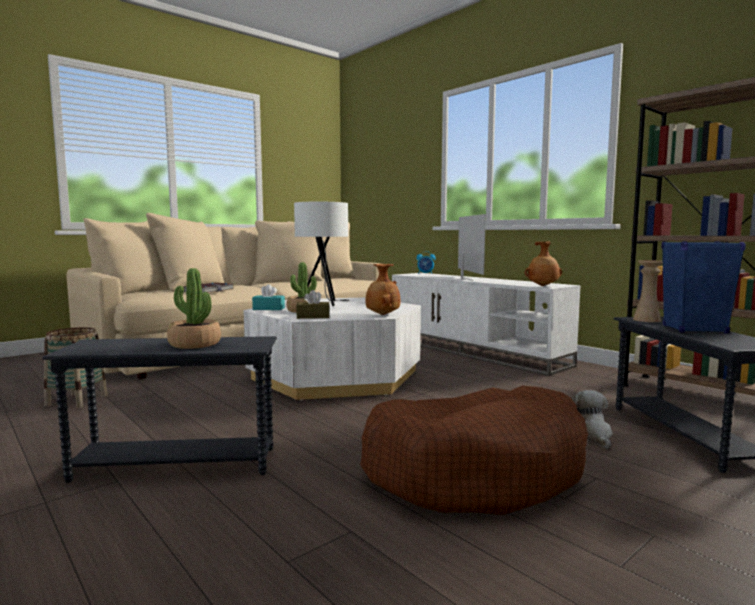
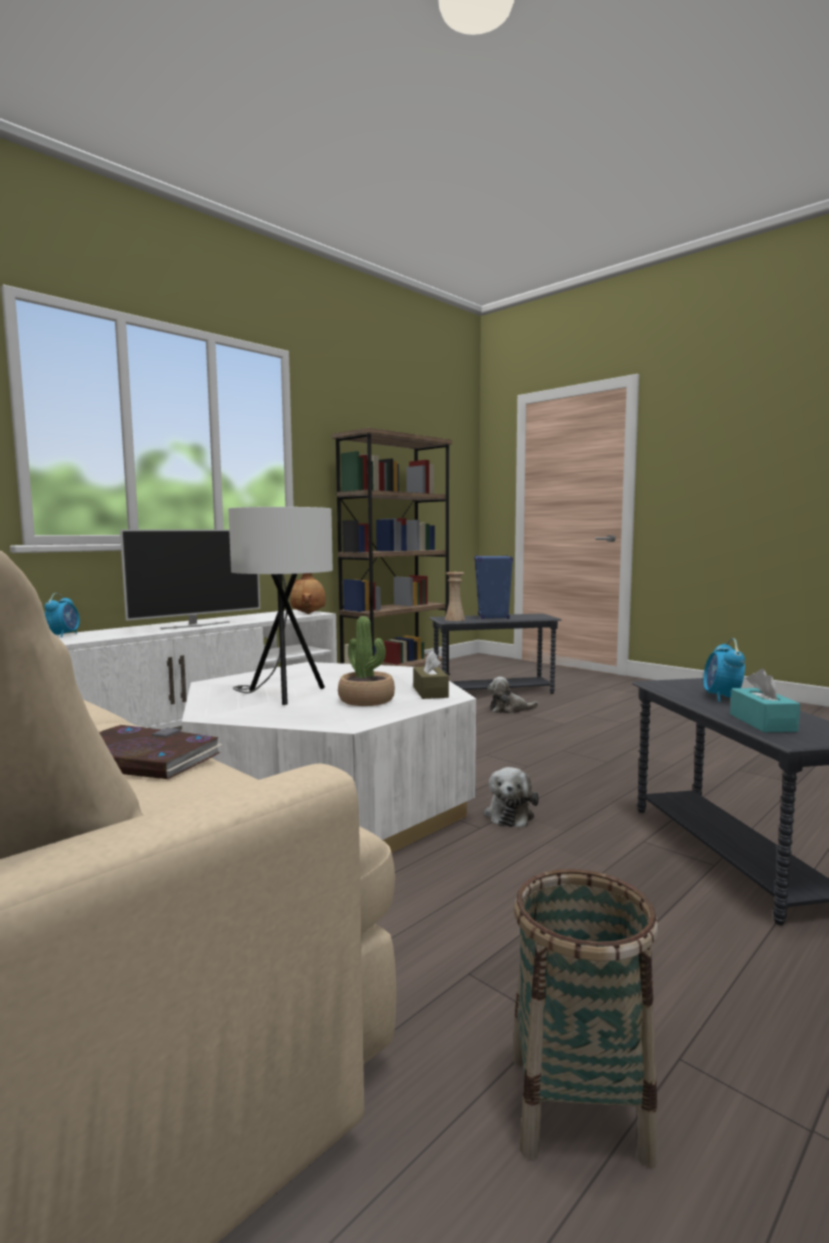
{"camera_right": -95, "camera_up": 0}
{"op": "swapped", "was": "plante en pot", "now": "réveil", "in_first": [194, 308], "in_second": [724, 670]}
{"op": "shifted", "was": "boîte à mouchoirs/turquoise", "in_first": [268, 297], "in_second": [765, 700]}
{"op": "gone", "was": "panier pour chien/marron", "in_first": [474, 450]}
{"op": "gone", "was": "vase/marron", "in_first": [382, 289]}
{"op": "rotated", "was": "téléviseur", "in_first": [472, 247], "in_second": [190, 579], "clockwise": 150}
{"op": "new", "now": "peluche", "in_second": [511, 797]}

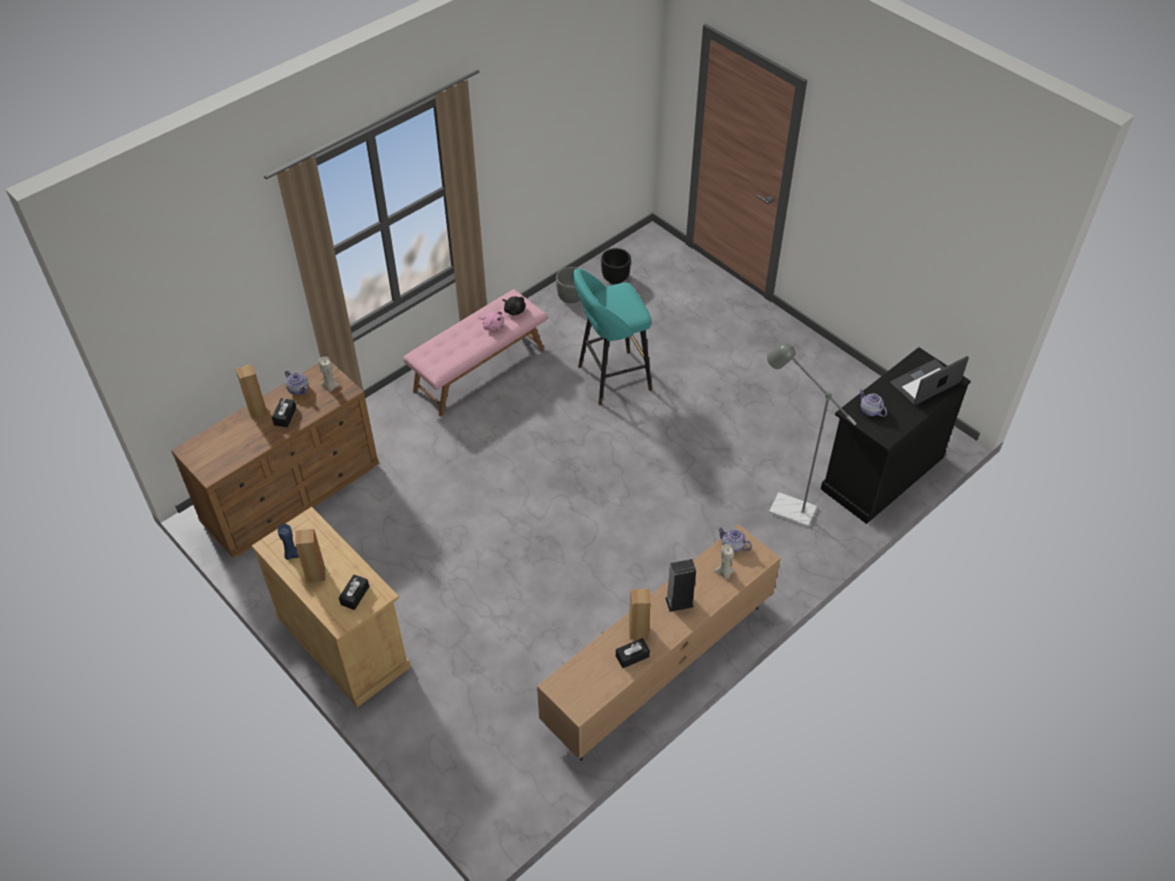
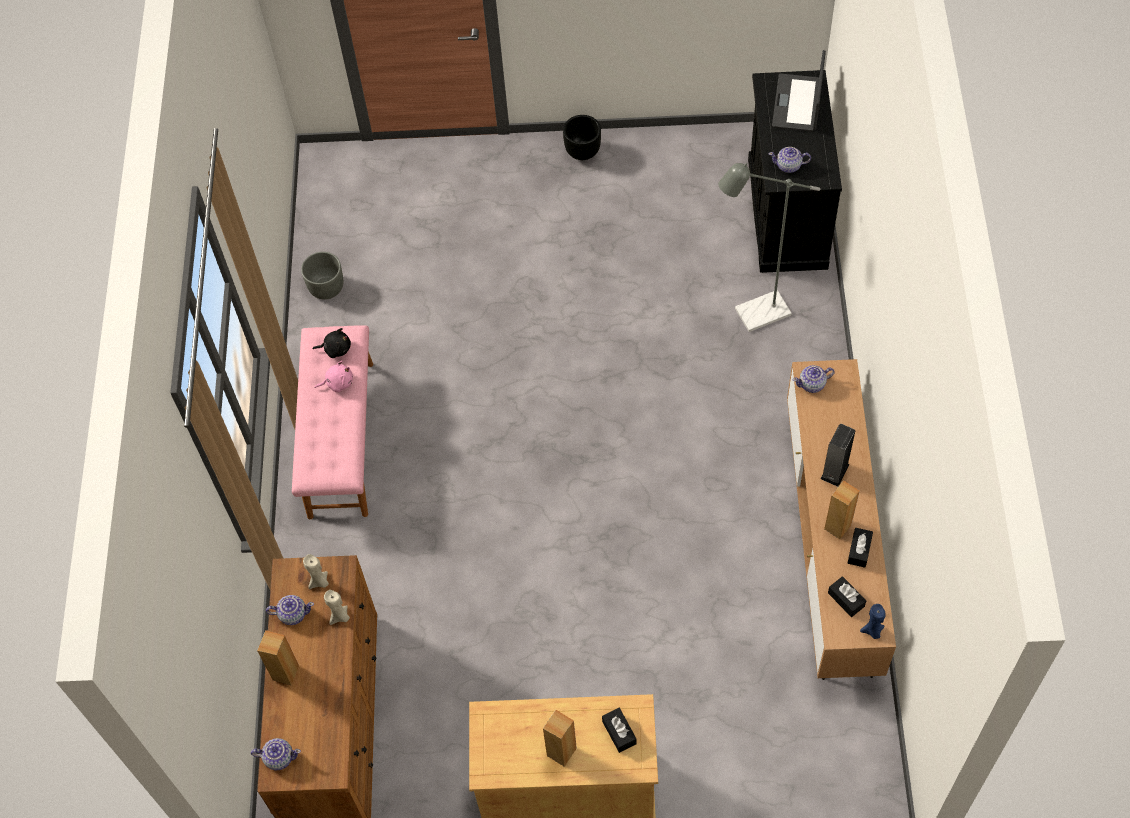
{"camera_right": -45, "camera_up": 10}
{"op": "shifted", "was": "boîte à mouchoirs/noir", "in_first": [284, 412], "in_second": [847, 596]}
{"op": "shifted", "was": "bougie/bleu", "in_first": [288, 542], "in_second": [873, 621]}
{"op": "gone", "was": "tabouret/turquoise", "in_first": [612, 337]}
{"op": "shifted", "was": "cache-pot/noir", "in_first": [616, 266], "in_second": [582, 137]}
{"op": "shifted", "was": "bougie/beige", "in_first": [724, 561], "in_second": [337, 607]}
{"op": "new", "now": "théière", "in_second": [276, 754]}

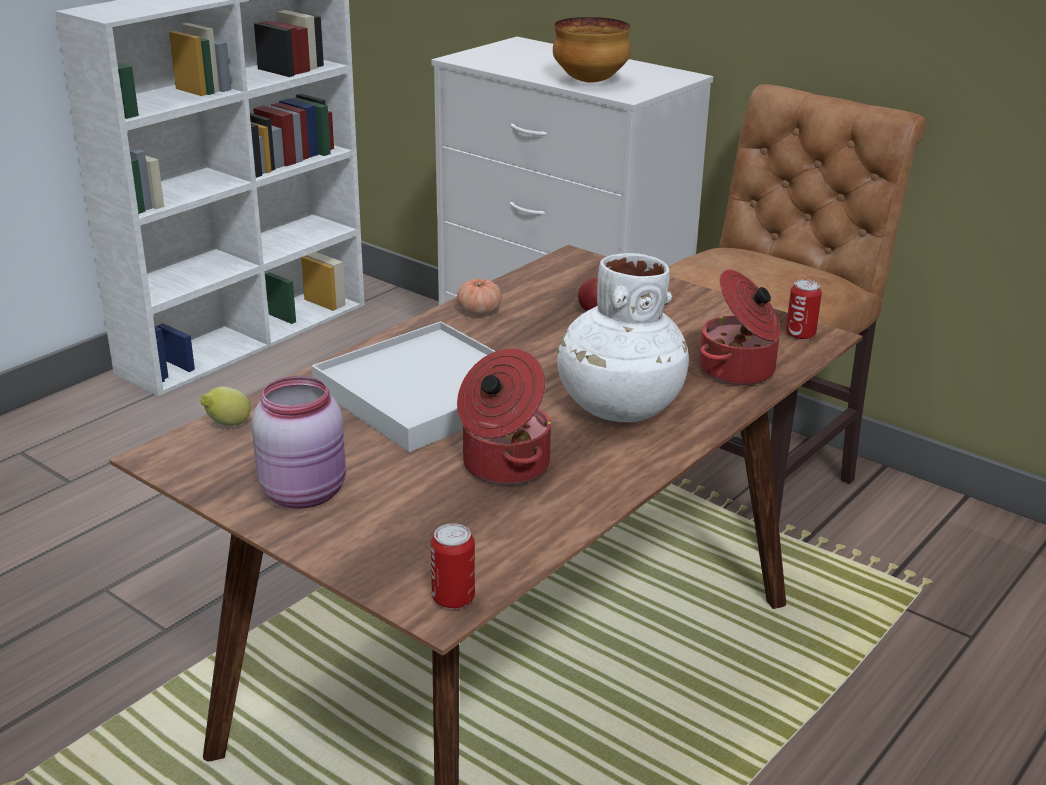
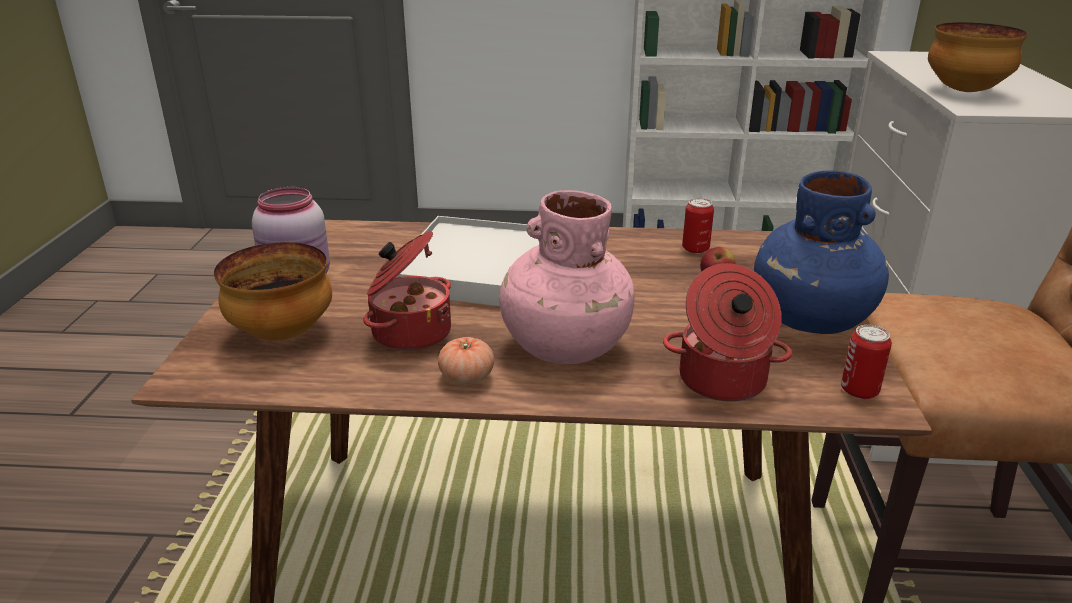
{"camera_right": 55, "camera_up": 0}
{"op": "gone", "was": "citron", "in_first": [225, 406]}
{"op": "shifted", "was": "boîte métallique", "in_first": [453, 566], "in_second": [698, 226]}
{"op": "shifted", "was": "tomate", "in_first": [479, 297], "in_second": [466, 360]}
{"op": "repainted", "was": "vase/blanc", "now": "vase/rose", "in_first": [623, 337], "in_second": [567, 277]}
{"op": "new", "now": "bol", "in_second": [273, 291]}
{"op": "new", "now": "vase/bleu", "in_second": [821, 252]}

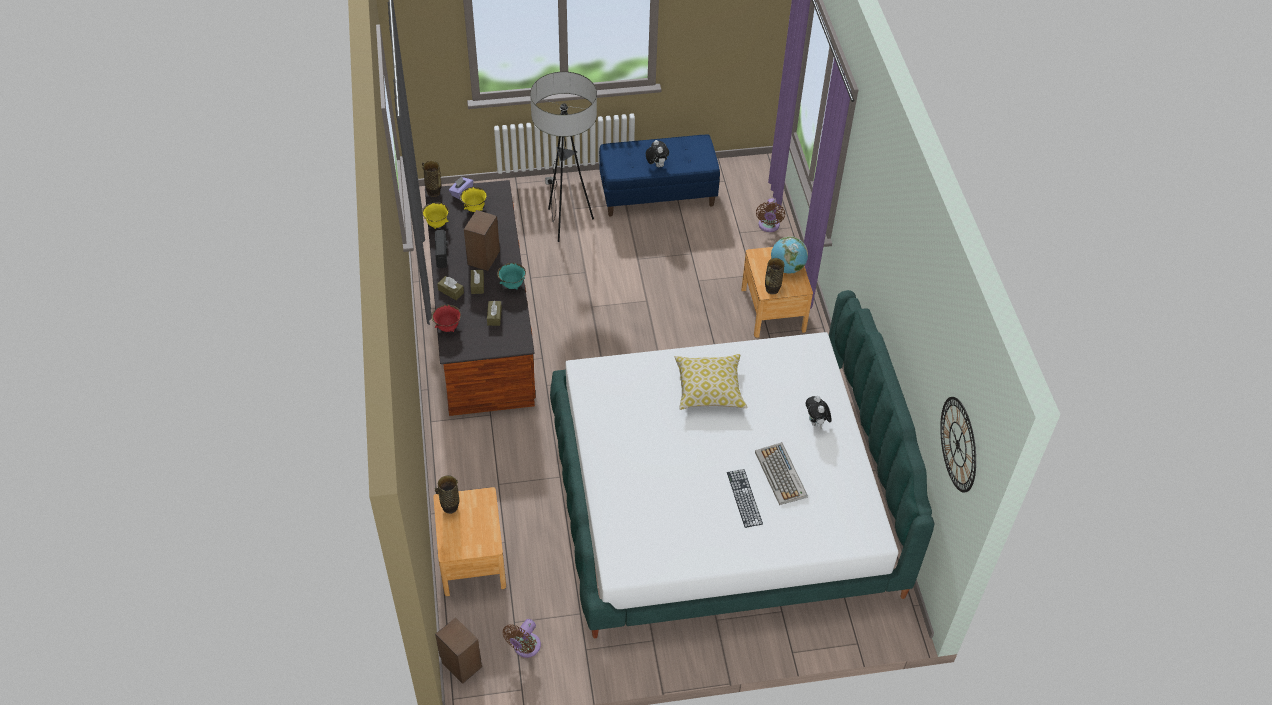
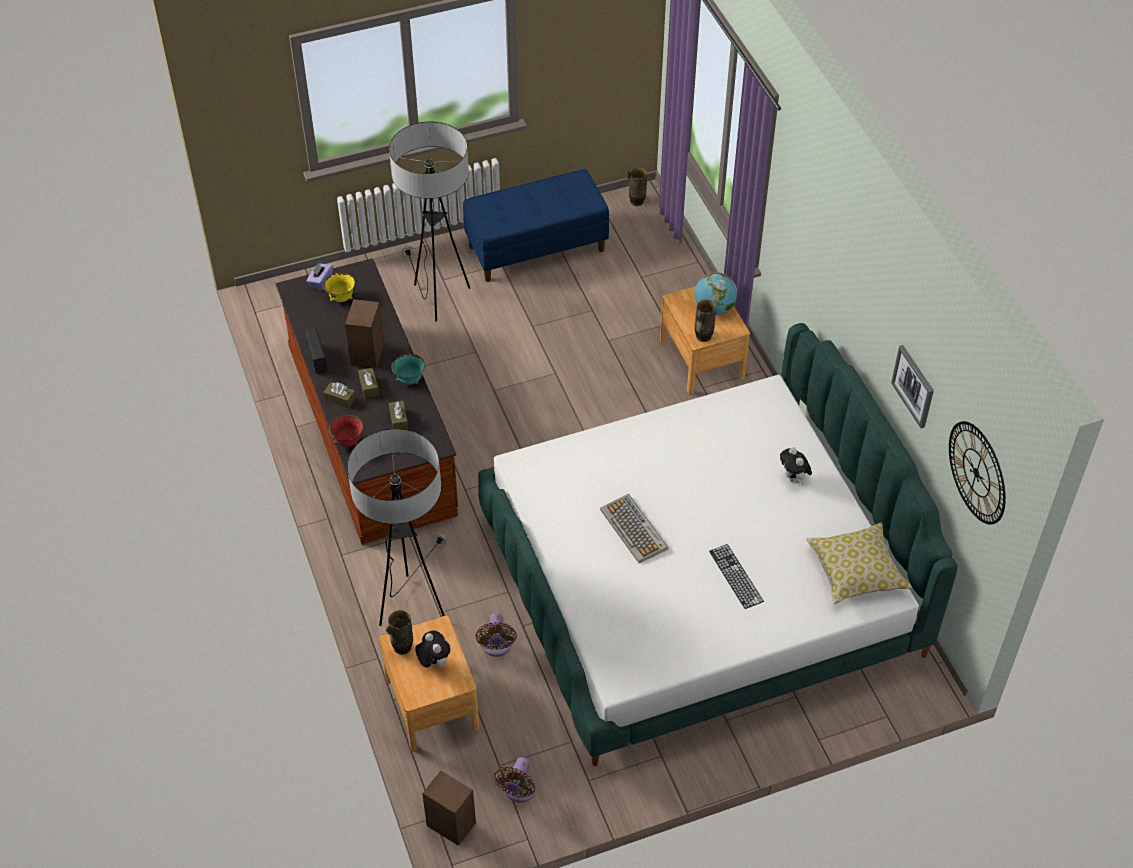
{"camera_right": -10, "camera_up": 0}
{"op": "shifted", "was": "vase", "in_first": [431, 179], "in_second": [638, 187]}
{"op": "gone", "was": "bol/jaune", "in_first": [435, 215]}
{"op": "shifted", "was": "peluche", "in_first": [657, 153], "in_second": [433, 649]}
{"op": "shifted", "was": "coussin", "in_first": [711, 382], "in_second": [859, 563]}
{"op": "shifted", "was": "clavier", "in_first": [781, 473], "in_second": [634, 528]}
{"op": "shifted", "was": "ventilateur/marron", "in_first": [770, 215], "in_second": [496, 634]}
{"op": "new", "now": "lampadaire", "in_second": [397, 527]}
{"op": "new", "now": "tableau", "in_second": [912, 386]}

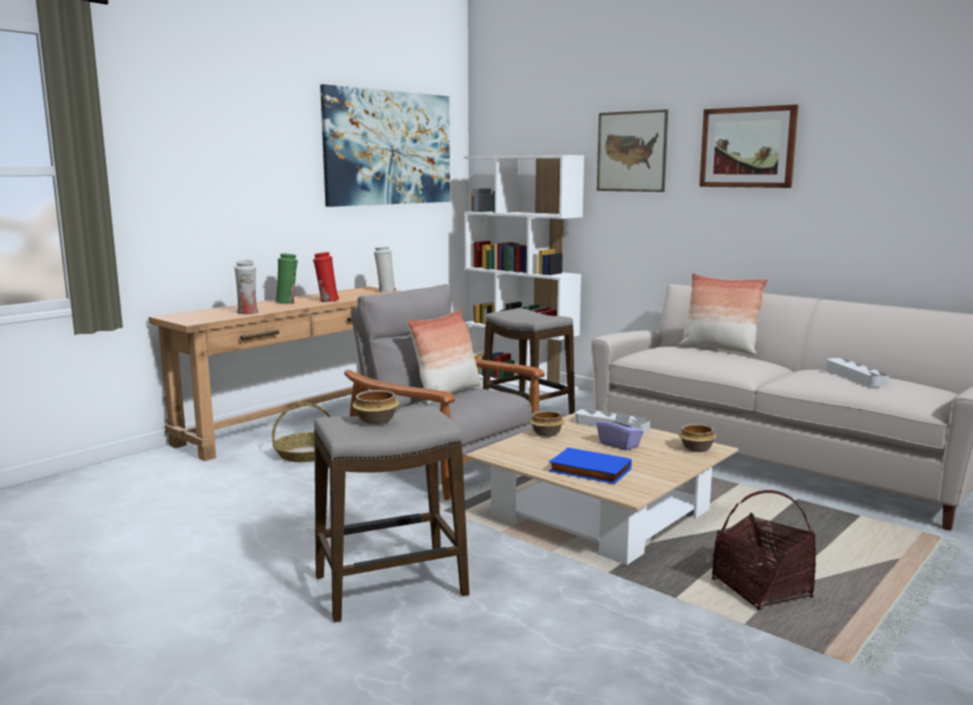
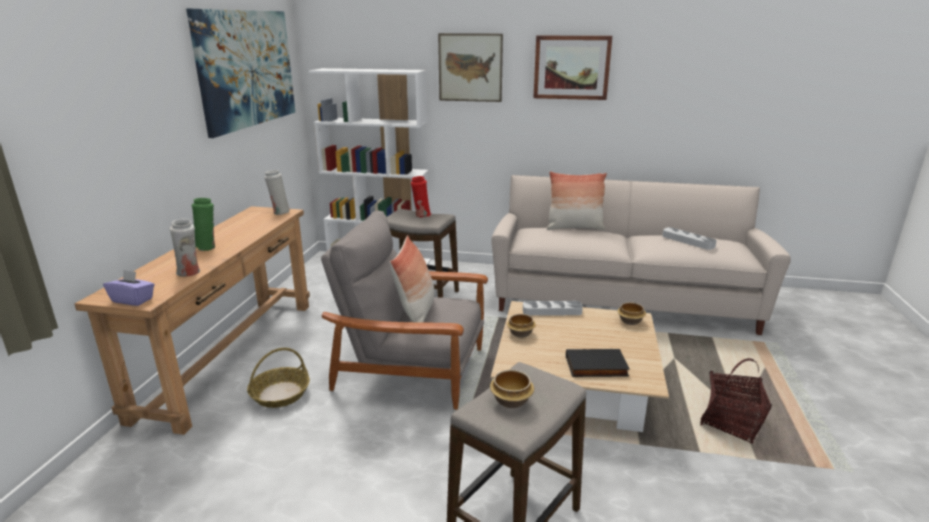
{"camera_right": -30, "camera_up": 10}
{"op": "shifted", "was": "vase/rouge", "in_first": [326, 277], "in_second": [421, 197]}
{"op": "repainted", "was": "livre/bleu", "now": "livre/noir", "in_first": [590, 465], "in_second": [598, 363]}
{"op": "shifted", "was": "boîte à mouchoirs/violet", "in_first": [620, 431], "in_second": [129, 287]}

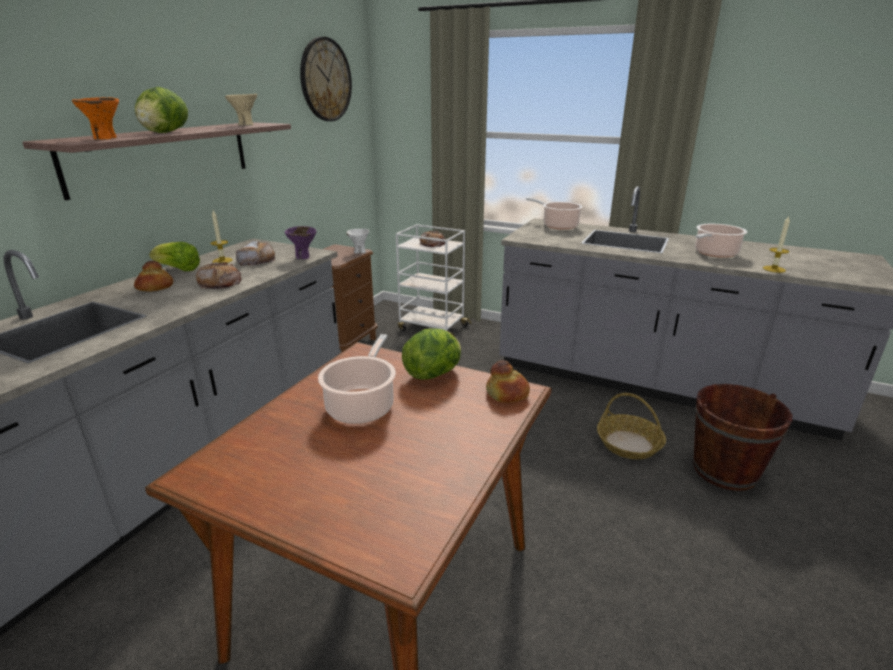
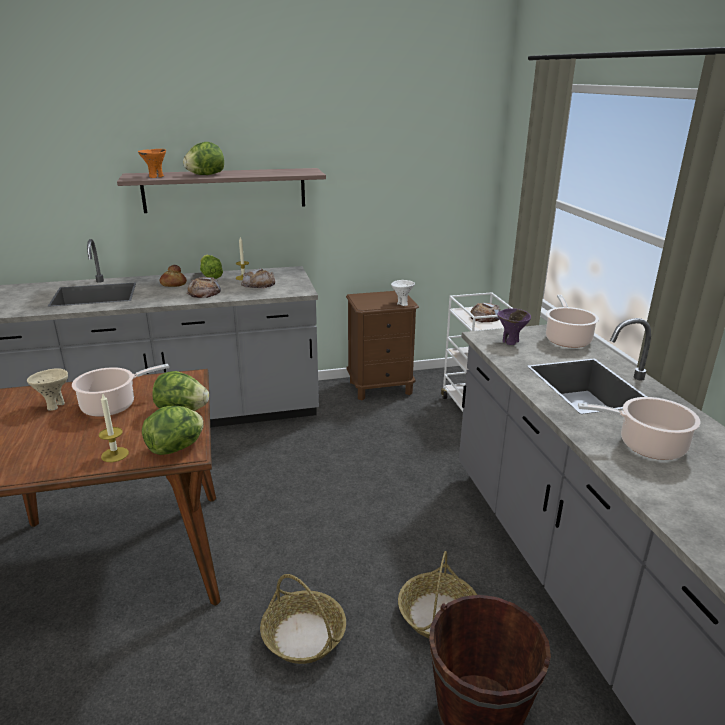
{"camera_right": 50, "camera_up": 0}
{"op": "shifted", "was": "bol/beige", "in_first": [241, 110], "in_second": [47, 389]}
{"op": "shifted", "was": "bol/violet", "in_first": [301, 242], "in_second": [514, 326]}
{"op": "gone", "was": "horloge murale", "in_first": [326, 79]}
{"op": "swapped", "was": "pain", "now": "laitue", "in_first": [508, 381], "in_second": [173, 430]}
{"op": "shifted", "was": "bougie", "in_first": [776, 244], "in_second": [114, 428]}
{"op": "new", "now": "panier", "in_second": [303, 619]}

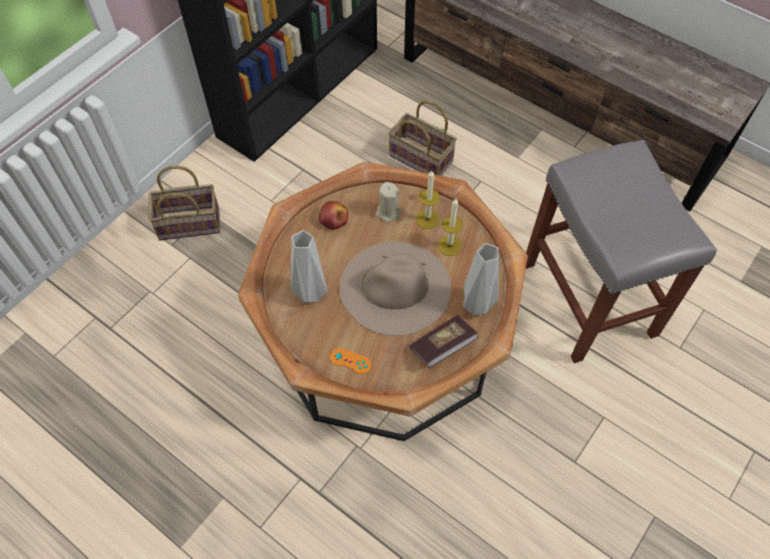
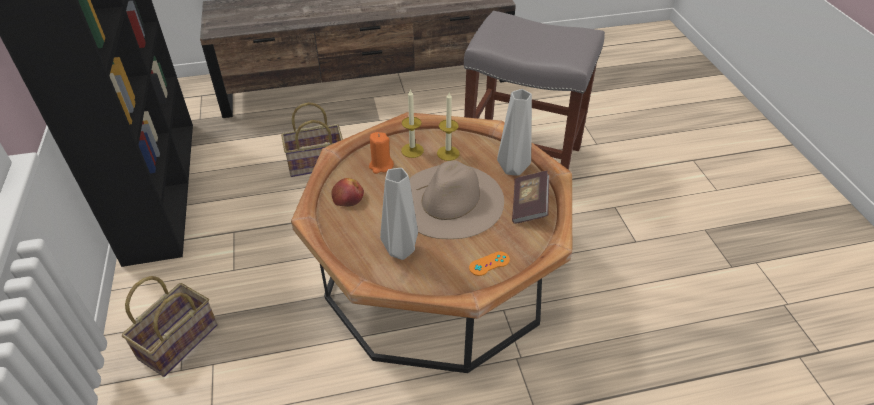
{"camera_right": -50, "camera_up": -15}
{"op": "repainted", "was": "bougie/beige", "now": "bougie/orange", "in_first": [388, 202], "in_second": [381, 153]}

